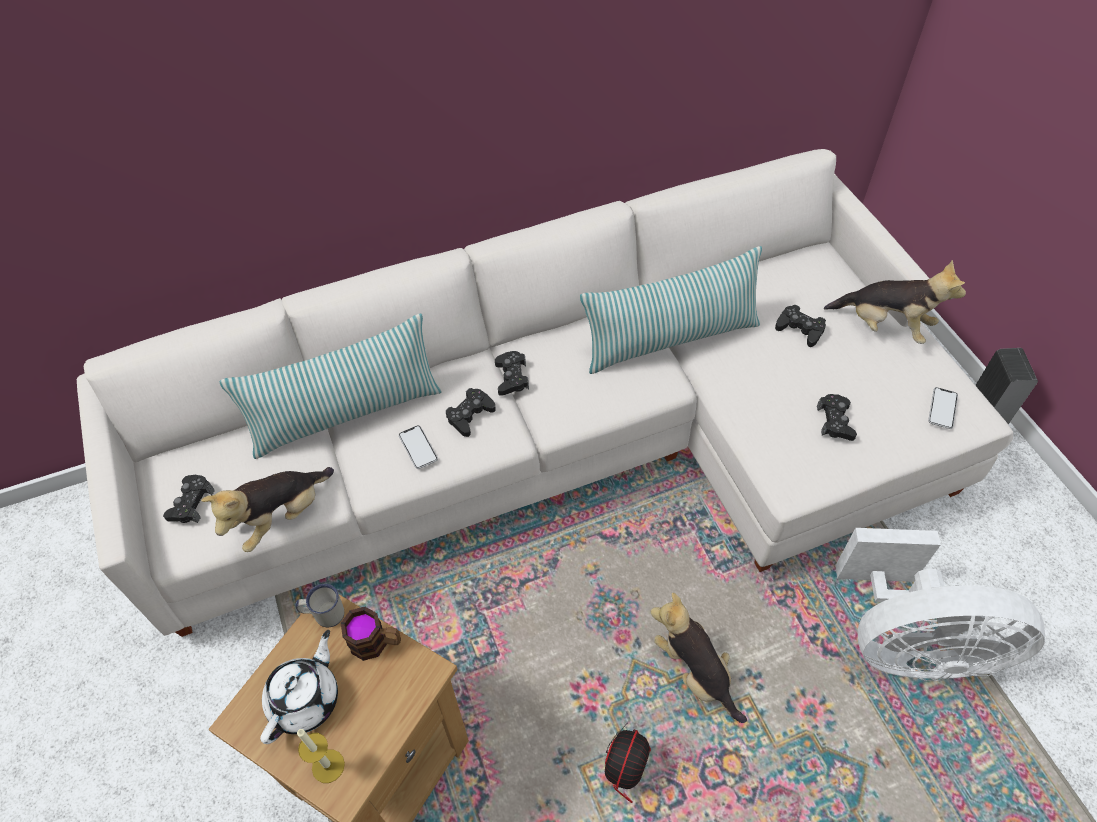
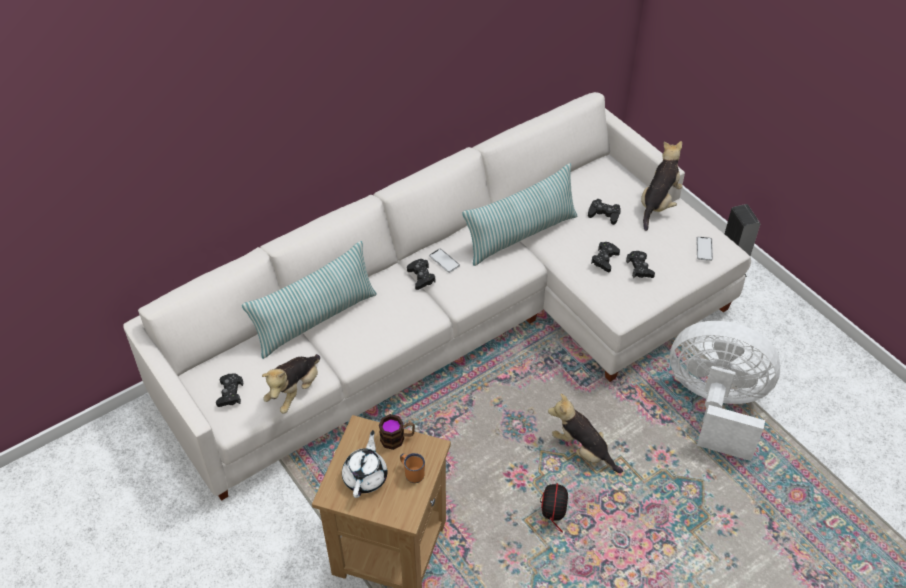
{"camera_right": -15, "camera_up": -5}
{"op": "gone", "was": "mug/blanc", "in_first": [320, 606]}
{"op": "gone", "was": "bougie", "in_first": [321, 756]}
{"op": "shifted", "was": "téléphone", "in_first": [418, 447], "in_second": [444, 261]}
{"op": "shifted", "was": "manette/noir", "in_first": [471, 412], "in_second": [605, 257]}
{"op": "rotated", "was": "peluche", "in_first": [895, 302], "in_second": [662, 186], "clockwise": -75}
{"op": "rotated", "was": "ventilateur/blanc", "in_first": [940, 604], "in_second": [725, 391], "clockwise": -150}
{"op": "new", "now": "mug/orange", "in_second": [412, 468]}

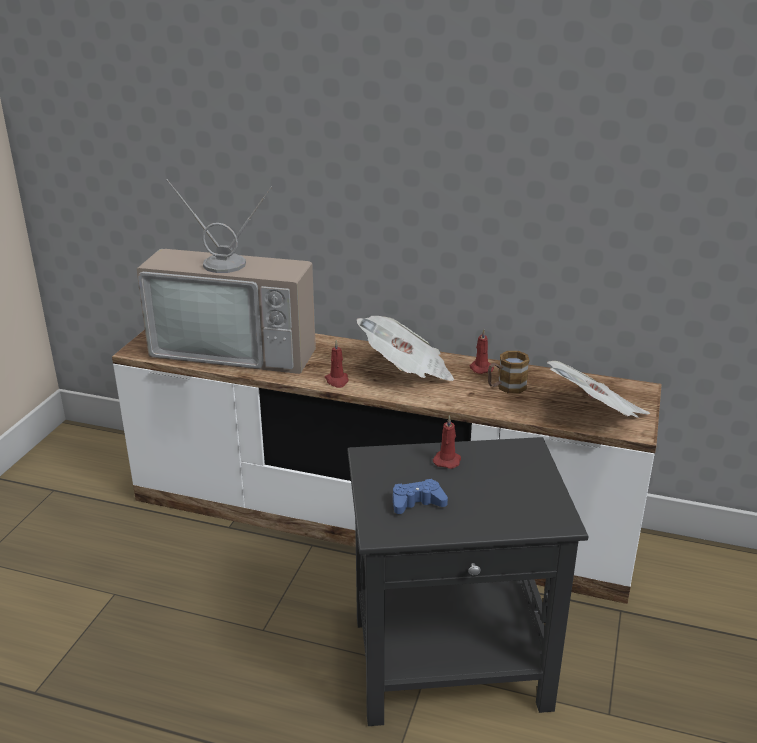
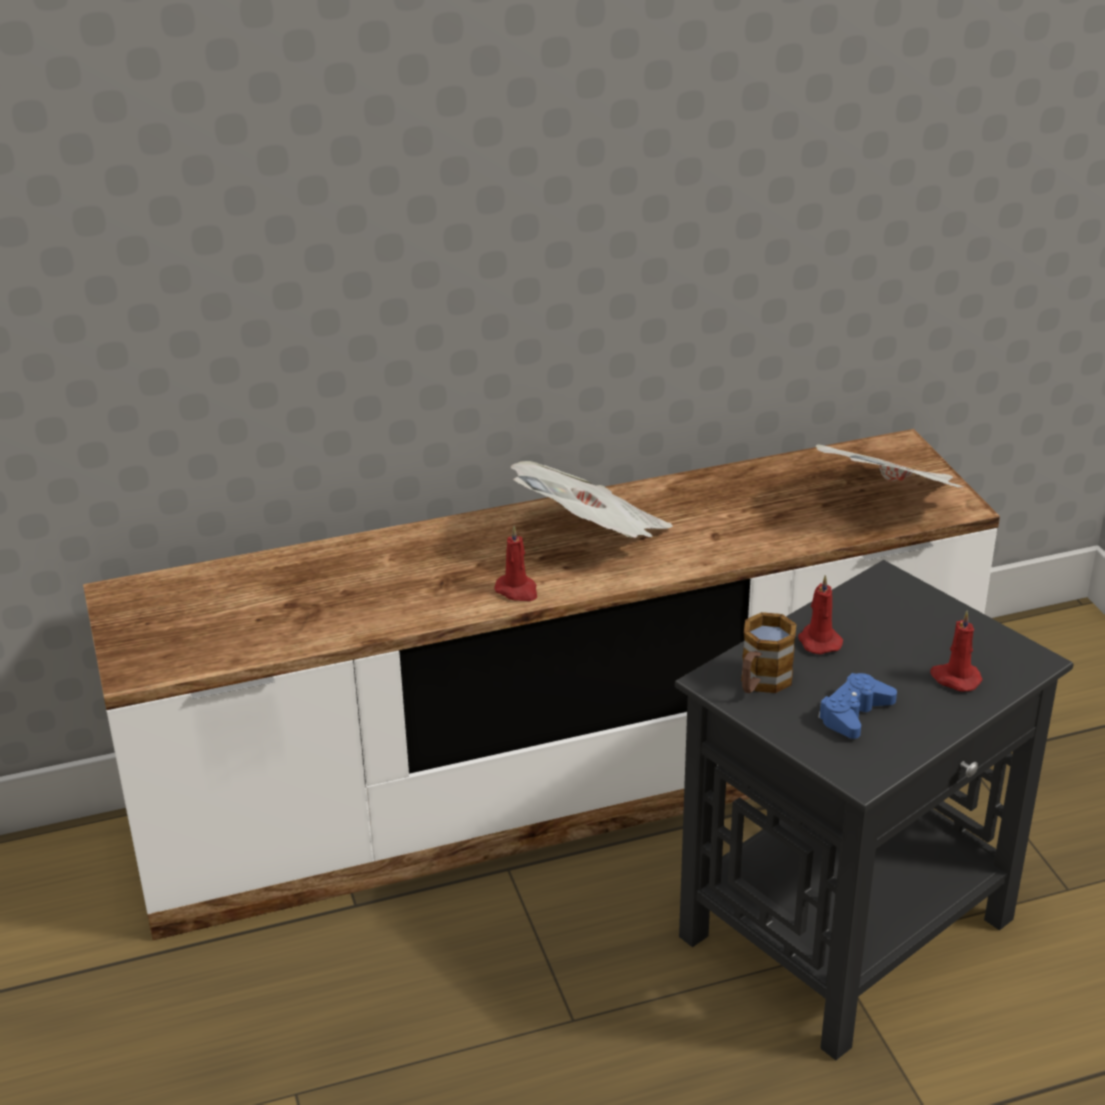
{"camera_right": -35, "camera_up": 5}
{"op": "gone", "was": "téléviseur", "in_first": [226, 276]}
{"op": "shifted", "was": "bougie/rouge", "in_first": [481, 351], "in_second": [956, 651]}
{"op": "shifted", "was": "mug", "in_first": [508, 372], "in_second": [768, 652]}

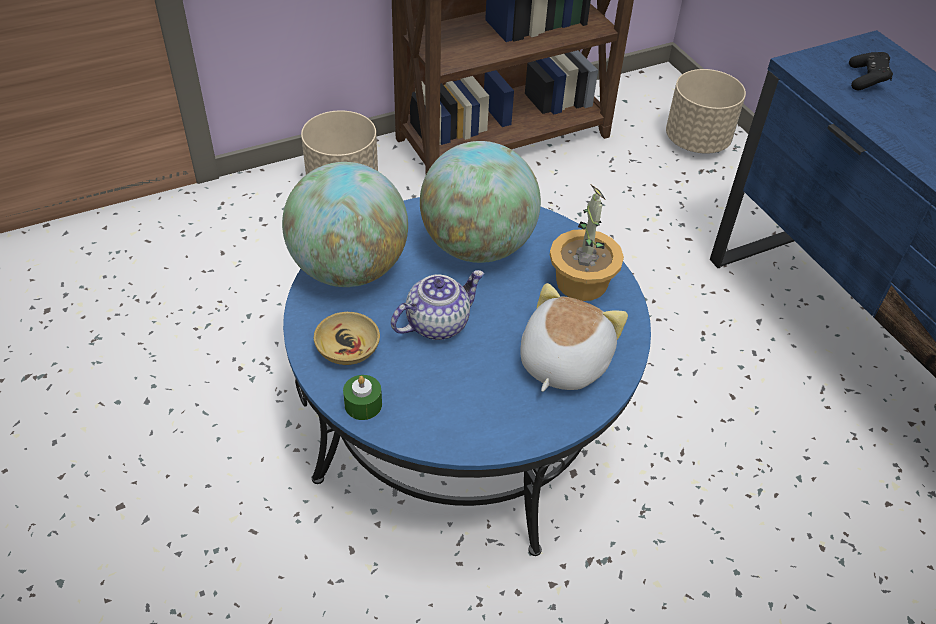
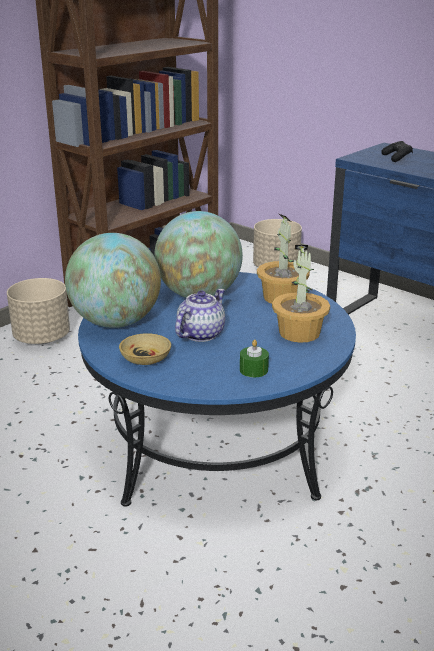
{"camera_right": -20, "camera_up": -20}
{"op": "shifted", "was": "bougie/vert", "in_first": [362, 397], "in_second": [254, 358]}
{"op": "swapped", "was": "peluche", "now": "plante en pot", "in_first": [574, 337], "in_second": [301, 294]}

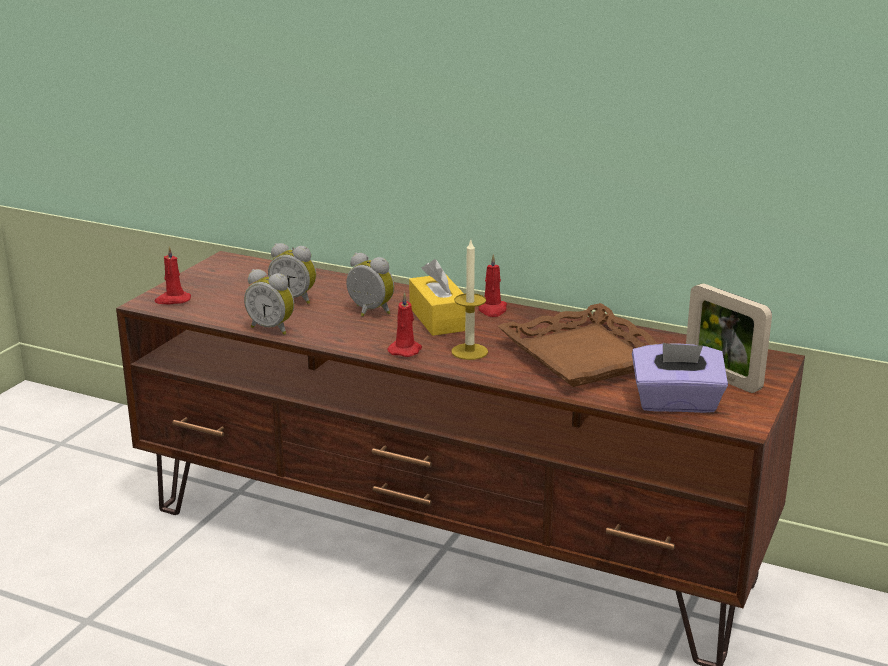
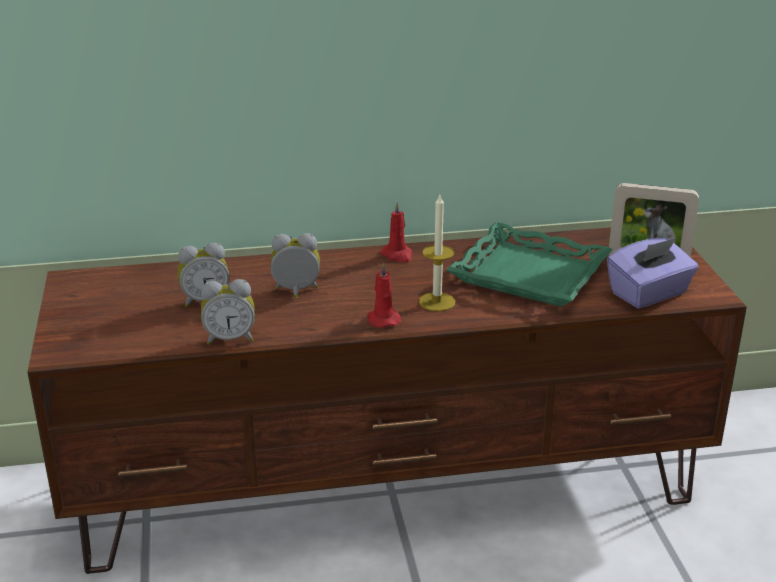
{"camera_right": -35, "camera_up": 5}
{"op": "gone", "was": "bougie/rouge", "in_first": [173, 275]}
{"op": "gone", "was": "boîte à mouchoirs/jaune", "in_first": [437, 297]}
{"op": "repainted", "was": "plateau/marron", "now": "plateau/vert", "in_first": [578, 345], "in_second": [529, 264]}

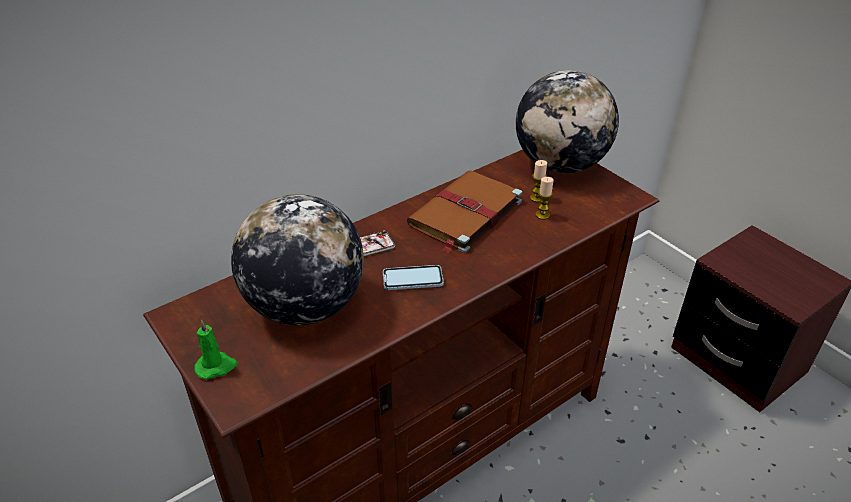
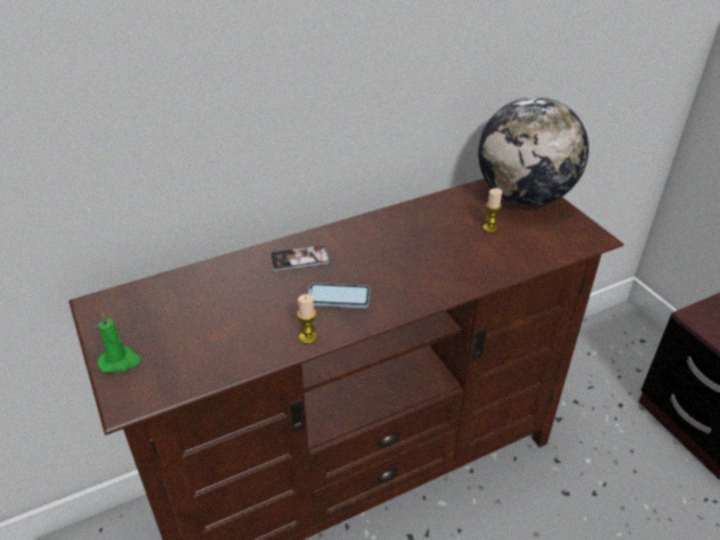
{"camera_right": 10, "camera_up": 0}
{"op": "gone", "was": "globe", "in_first": [297, 260]}
{"op": "gone", "was": "livre/marron", "in_first": [464, 212]}
{"op": "shifted", "was": "bougie", "in_first": [544, 198], "in_second": [307, 319]}

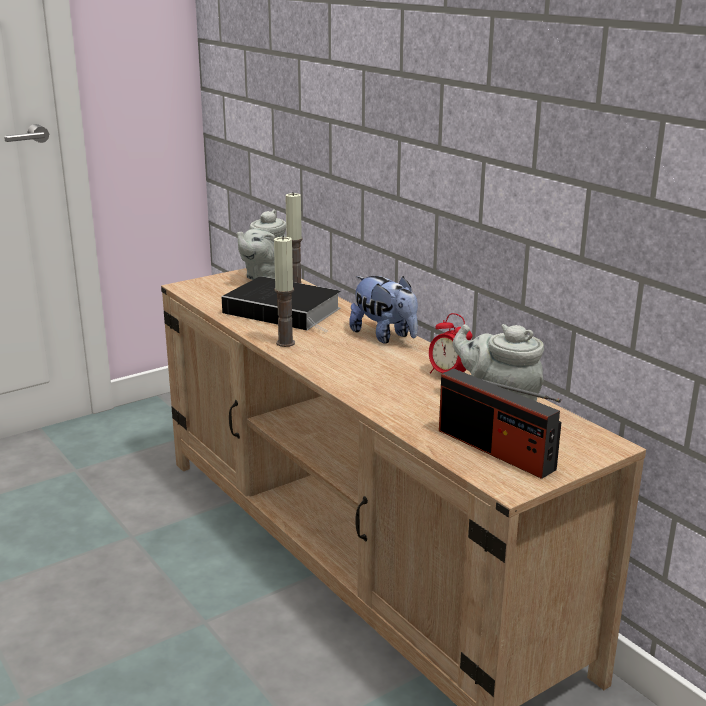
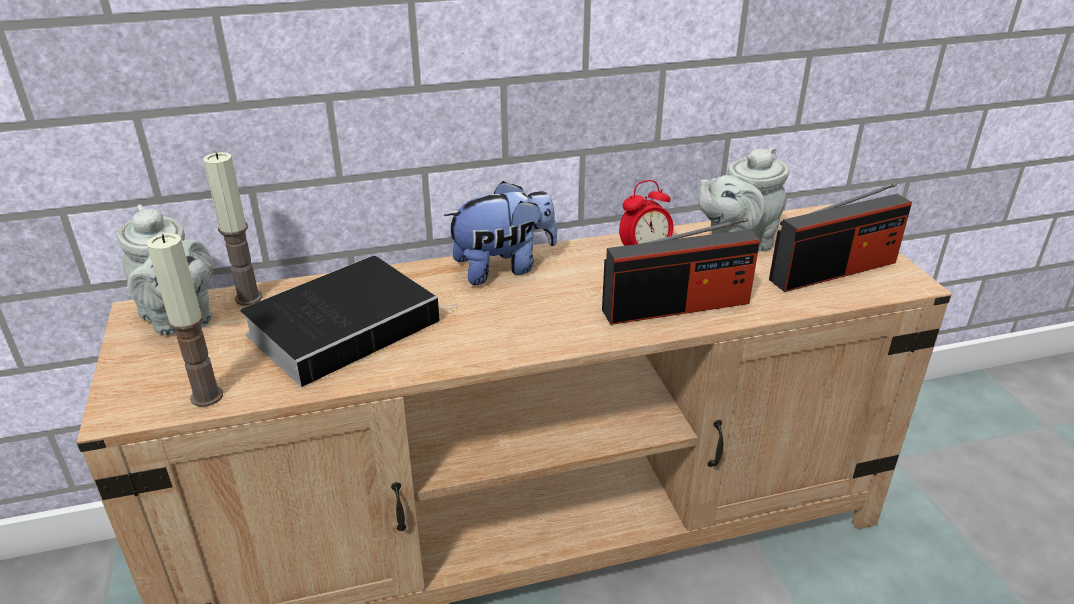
{"camera_right": -70, "camera_up": 10}
{"op": "shifted", "was": "bougie", "in_first": [284, 291], "in_second": [184, 320]}
{"op": "new", "now": "radio", "in_second": [681, 271]}

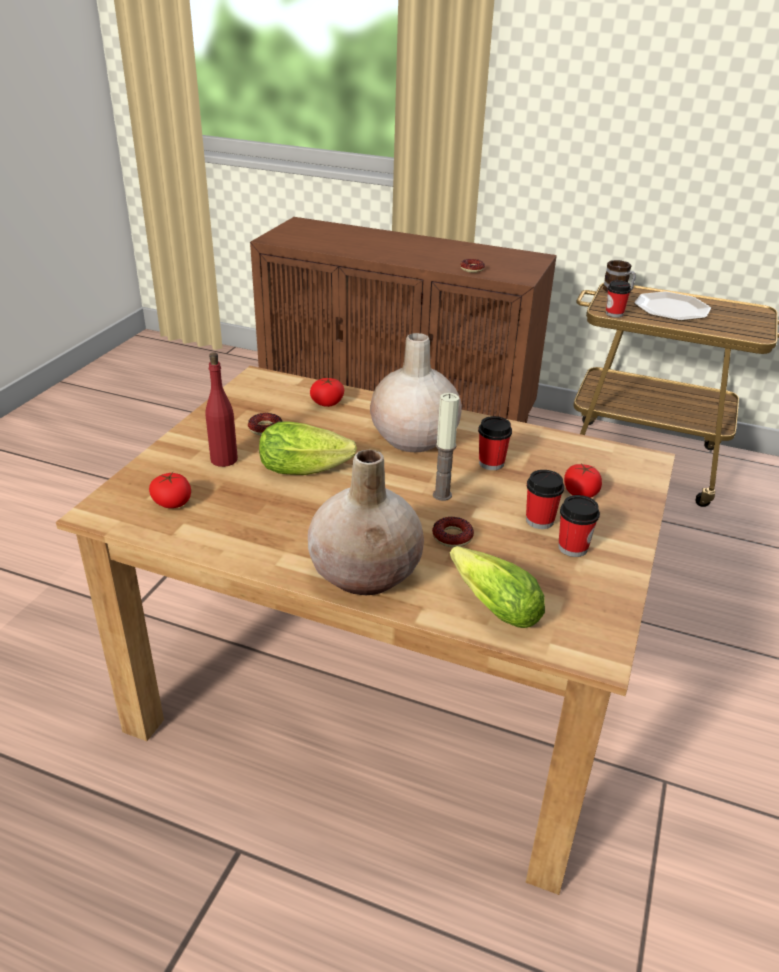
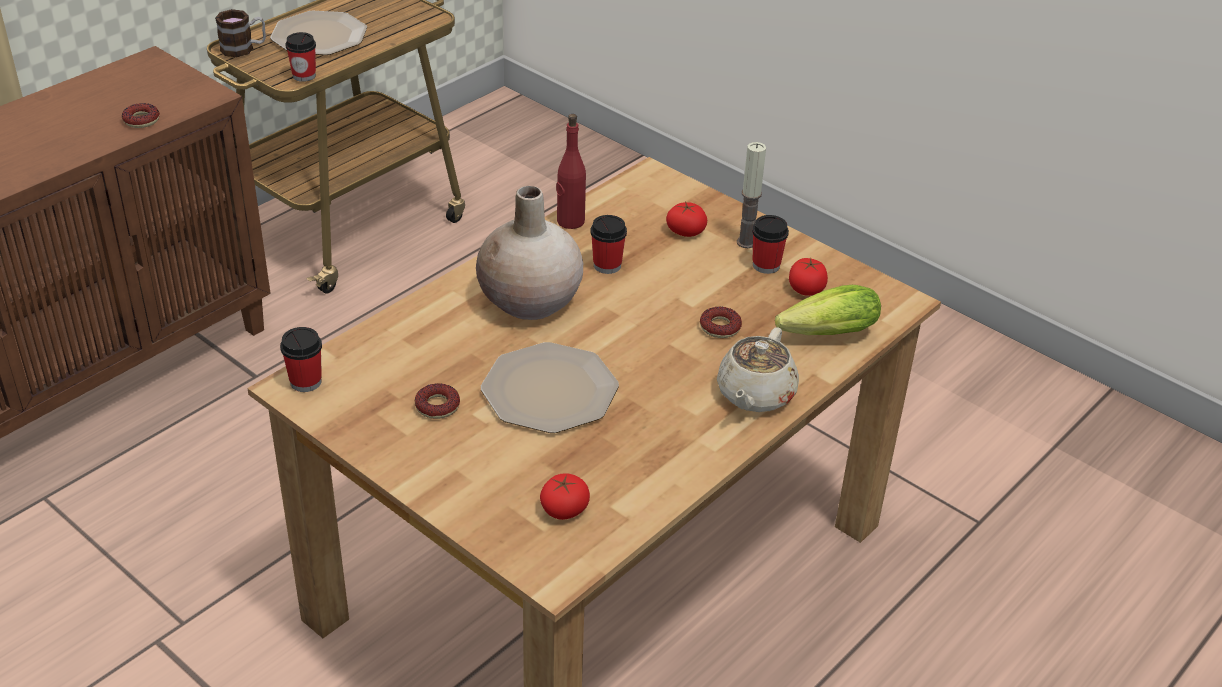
{"camera_right": -70, "camera_up": 5}
{"op": "shifted", "was": "bouteille/rouge", "in_first": [221, 409], "in_second": [571, 171]}
{"op": "swapped", "was": "laitue", "now": "assiette", "in_first": [308, 448], "in_second": [550, 387]}
{"op": "swapped", "was": "vase/beige", "now": "théière/beige", "in_first": [366, 522], "in_second": [758, 369]}
{"op": "shifted", "was": "tomate", "in_first": [327, 392], "in_second": [808, 277]}
{"op": "shifted", "was": "bougie", "in_first": [446, 447], "in_second": [751, 195]}
{"op": "shifted", "was": "tasse", "in_first": [545, 499], "in_second": [301, 359]}

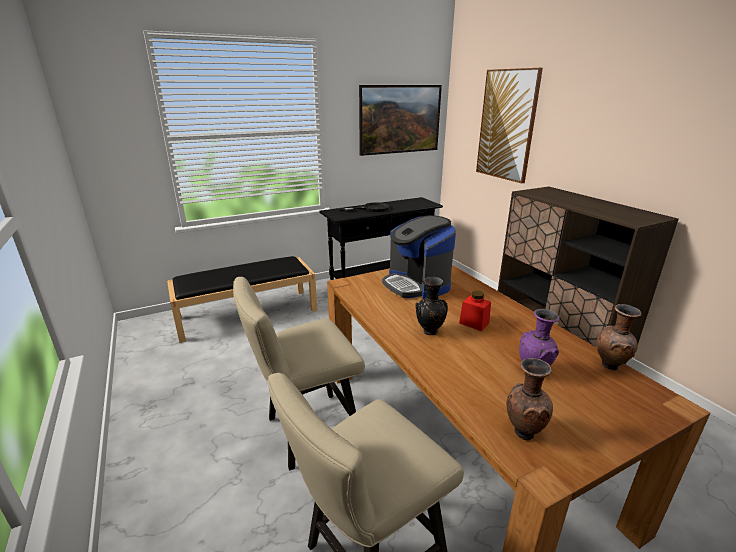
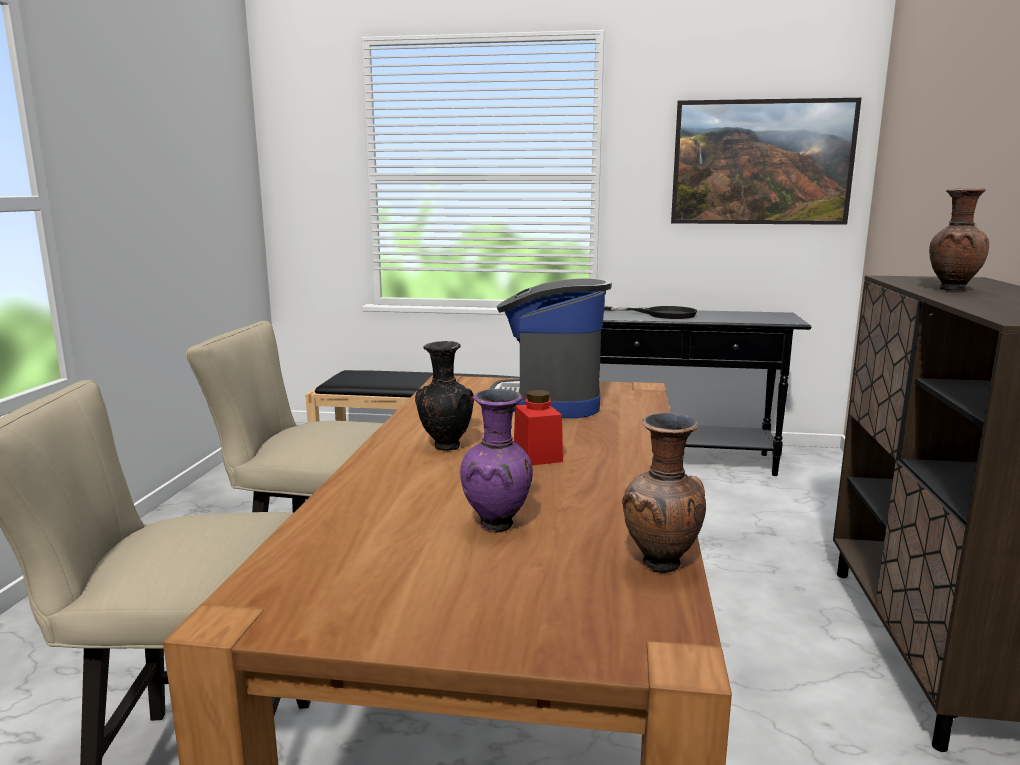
{"camera_right": 35, "camera_up": -10}
{"op": "gone", "was": "tableau", "in_first": [509, 125]}
{"op": "shifted", "was": "vase/marron", "in_first": [529, 399], "in_second": [959, 239]}

